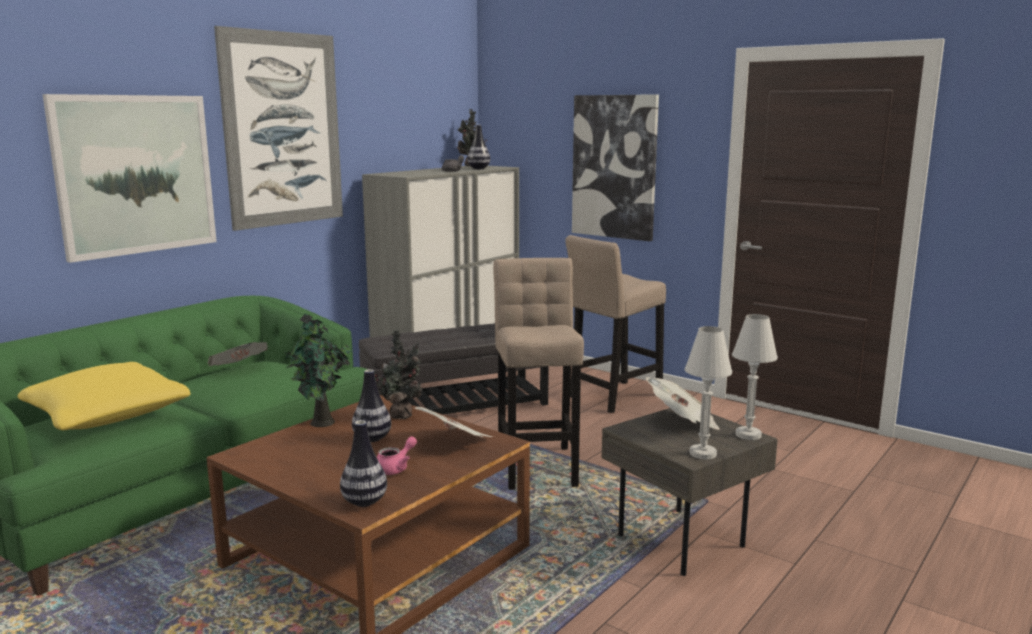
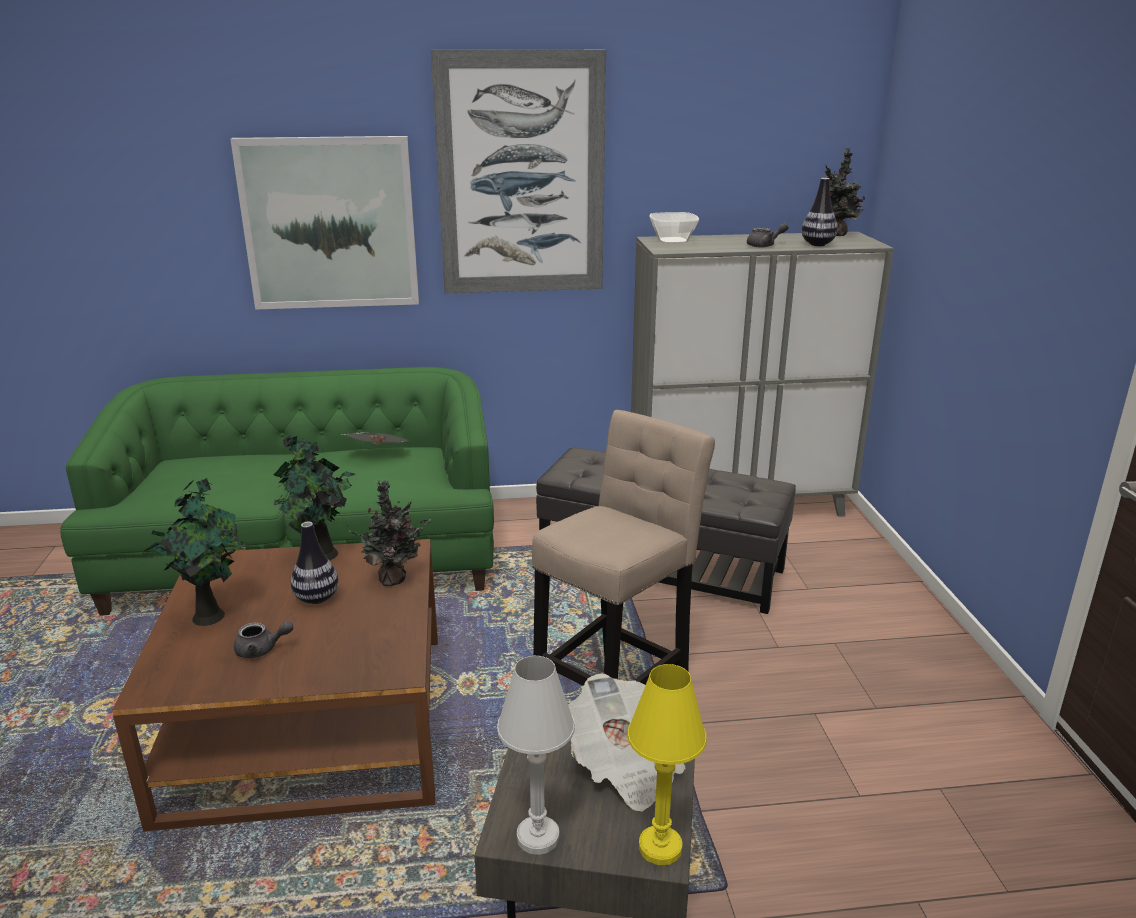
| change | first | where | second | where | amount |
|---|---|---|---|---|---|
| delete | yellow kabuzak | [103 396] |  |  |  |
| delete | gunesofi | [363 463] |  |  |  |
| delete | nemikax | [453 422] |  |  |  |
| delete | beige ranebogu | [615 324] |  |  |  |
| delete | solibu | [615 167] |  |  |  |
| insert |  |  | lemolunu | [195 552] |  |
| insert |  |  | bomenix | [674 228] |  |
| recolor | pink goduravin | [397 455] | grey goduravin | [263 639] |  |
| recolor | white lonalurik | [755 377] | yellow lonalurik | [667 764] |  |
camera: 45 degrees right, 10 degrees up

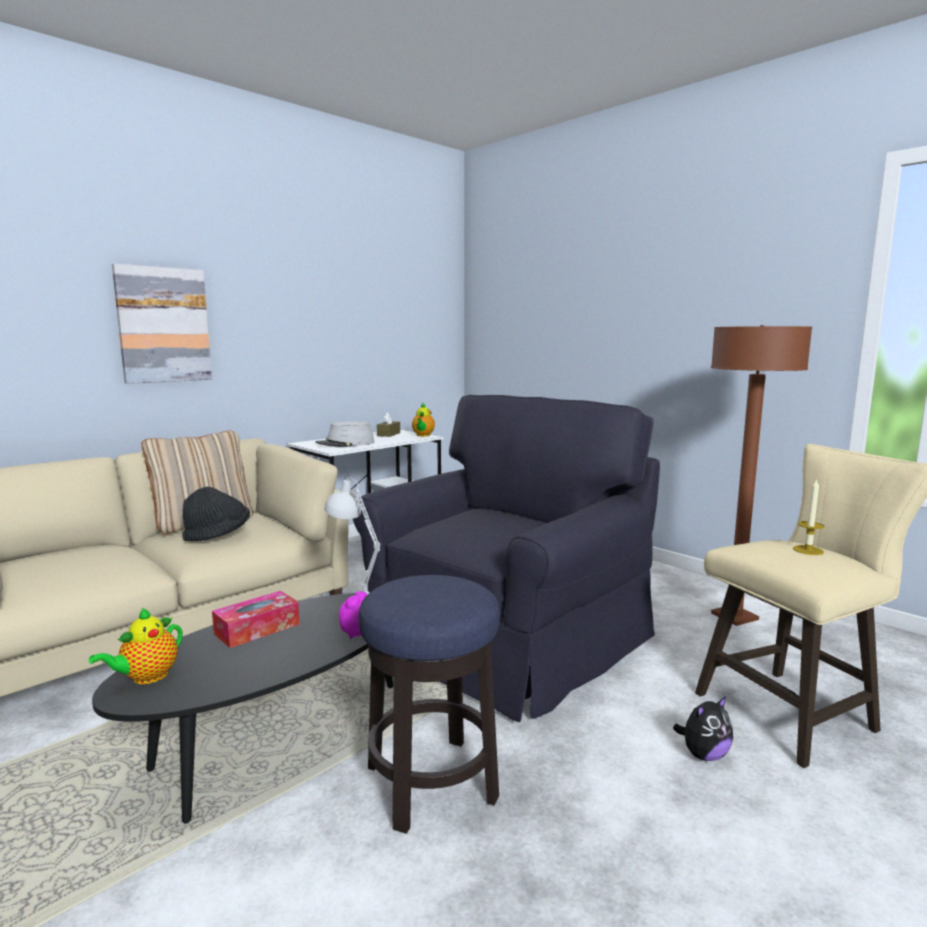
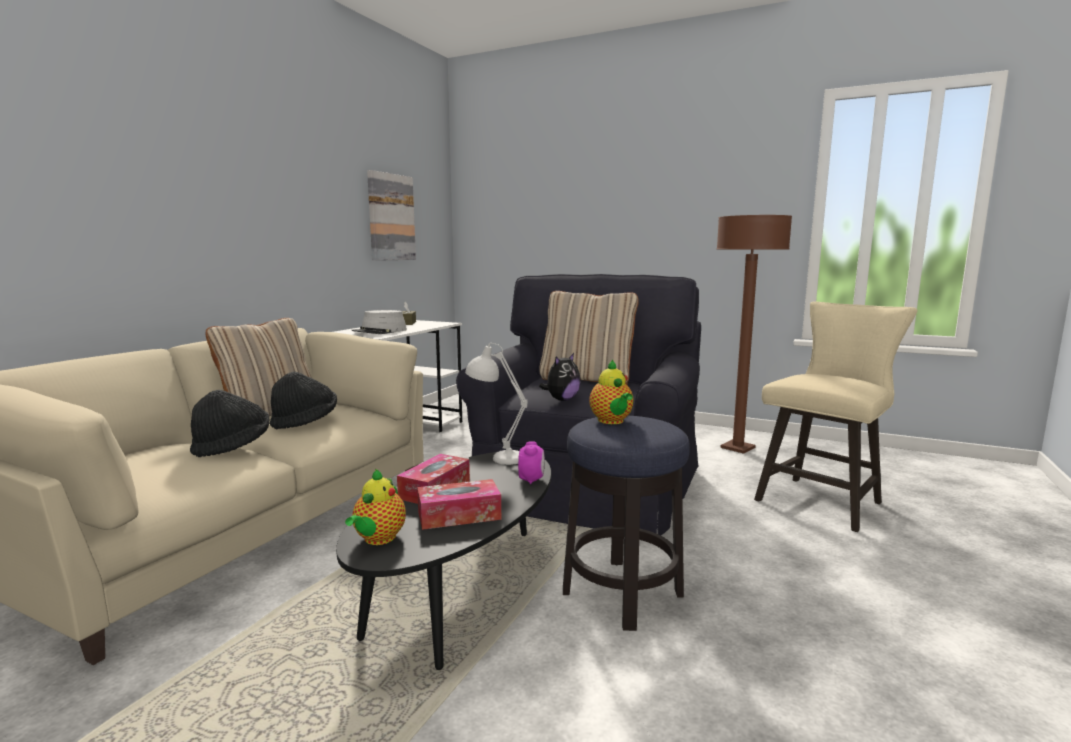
| change | first | where | second | where | amount |
|---|---|---|---|---|---|
| delete | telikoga | [808 516] |  |  |  |
| insert |  |  | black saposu | [230 423] |  |
| insert |  |  | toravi | [459 504] |  |
| insert |  |  | beige kabuzak | [589 338] |  |
| move | solibu | [162 324] |  | [391 215] |  |
| move | goduravin | [423 419] |  | [611 392] |  |
| move | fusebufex | [703 728] |  | [560 377] |  |
camera: 20 degrees left, 0 degrees up

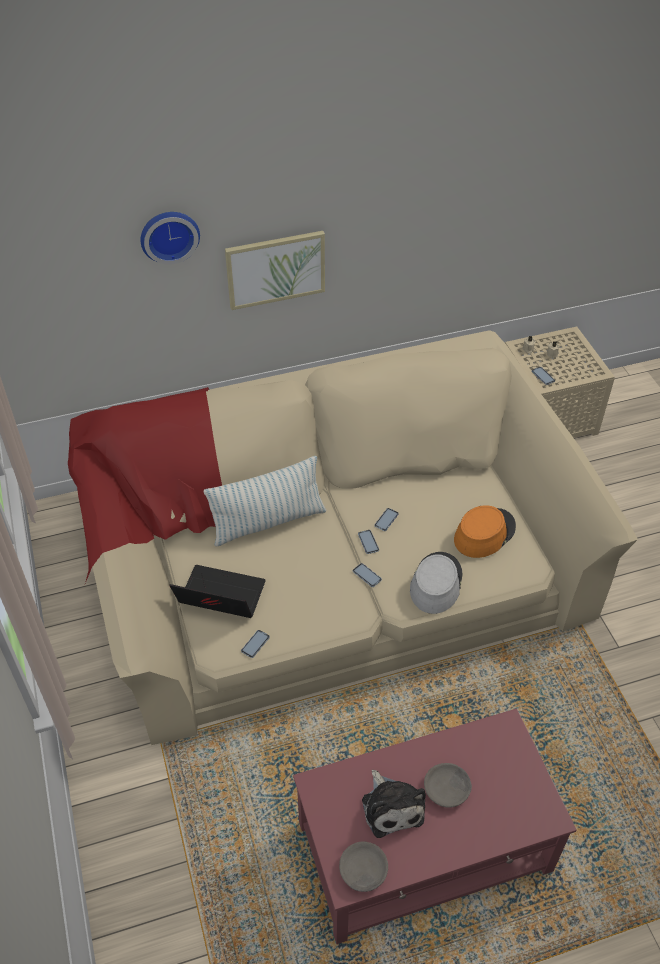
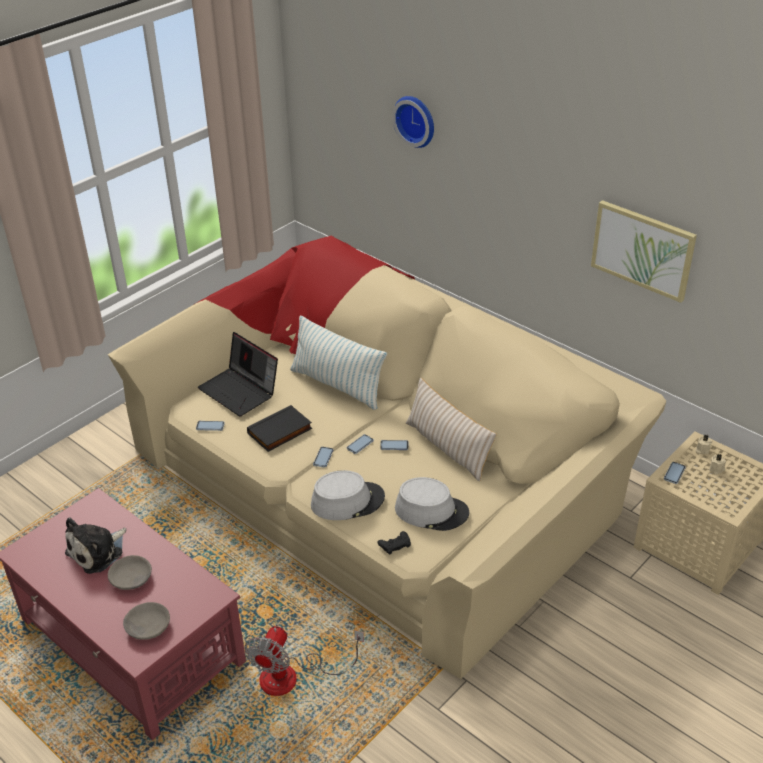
| change | first | where | second | where | amount |
|---|---|---|---|---|---|
| insert |  |  | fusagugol | [304 661] |  |
| insert |  |  | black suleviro | [279 428] |  |
| insert |  |  | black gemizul | [394 543] |  |
| insert |  |  | beige kabuzak | [451 429] |  |
| move | solibu | [275 270] |  | [644 251] |  |
| move | grey bomenix | [363 866] |  | [146 621] |  |
| recolor | orange saposu | [485 531] | grey saposu | [432 504] |  |
| rotate | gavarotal | [217 591] |  | [238 374] | 150 degrees clockwise |
camera: 60 degrees right, 10 degrees down

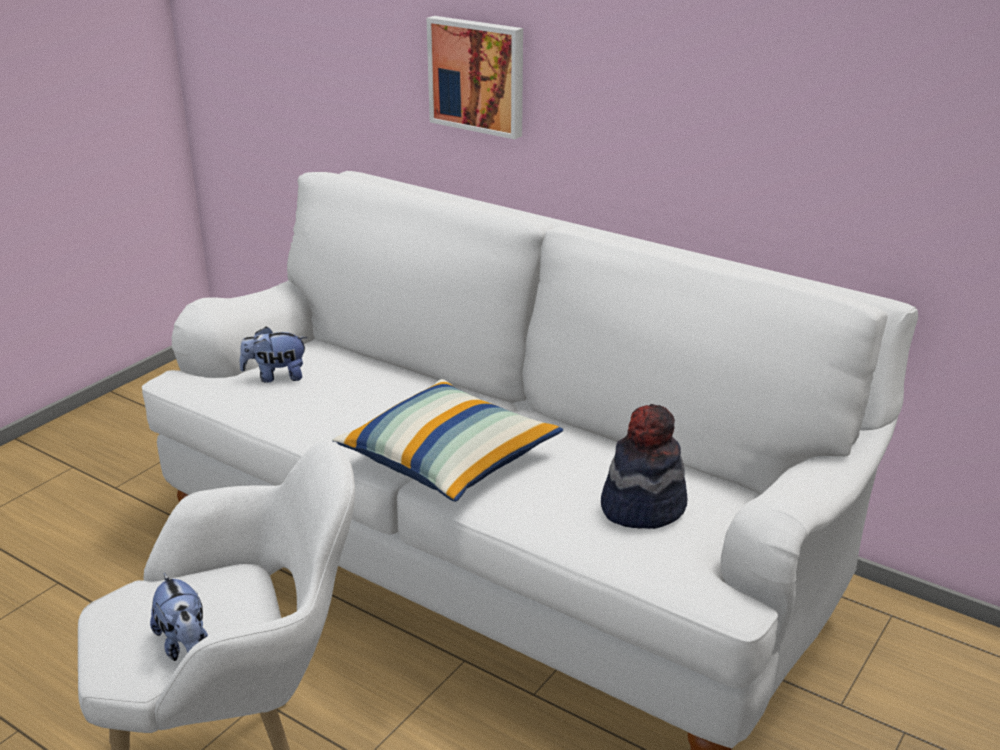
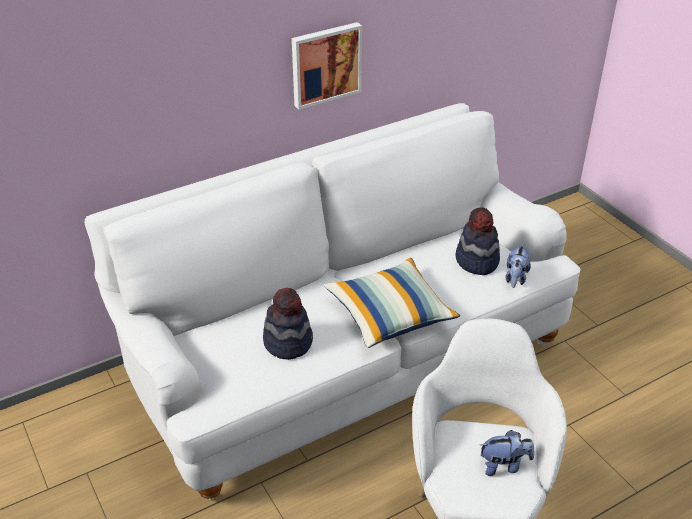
| change | first | where | second | where | amount |
|---|---|---|---|---|---|
| insert |  |  | saposu | [288 324] |  |
| move | fusebufex | [274 354] |  | [518 266] |  |
| move | solibu | [474 77] |  | [327 66] |  |
camera: 65 degrees left, 10 degrees up

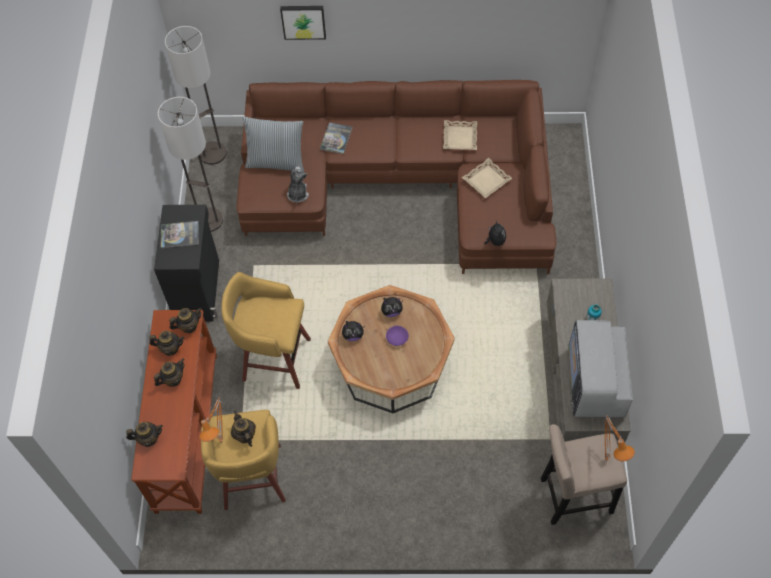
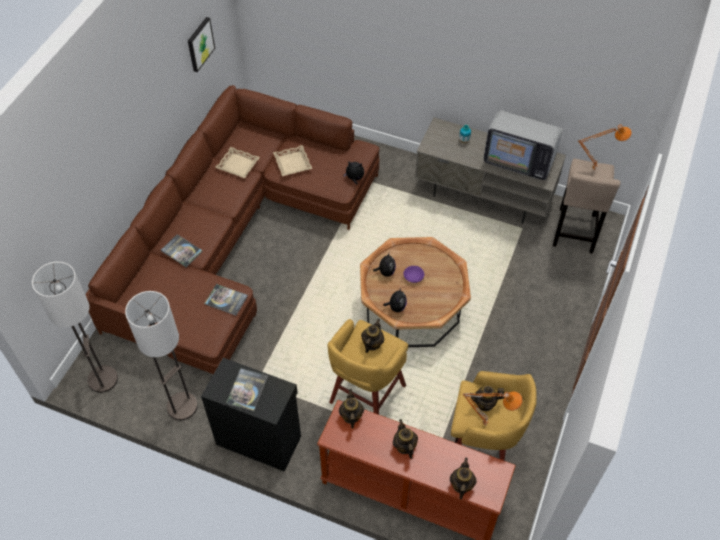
| change | first | where | second | where | amount |
|---|---|---|---|---|---|
| delete | kabuzak | [273 144] |  |  |  |
| move | goduravin | [166 343] |  | [372 336] |  |
| move | solibu | [303 23] |  | [201 44] |  |
| replace | fusebufex | [298 185] | suleviro | [226 300] |  |
camera: 70 degrees left, 5 degrees down

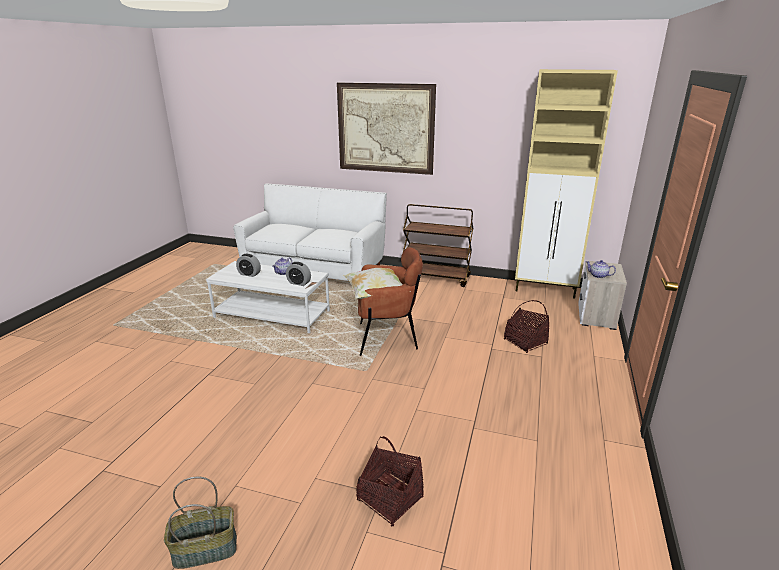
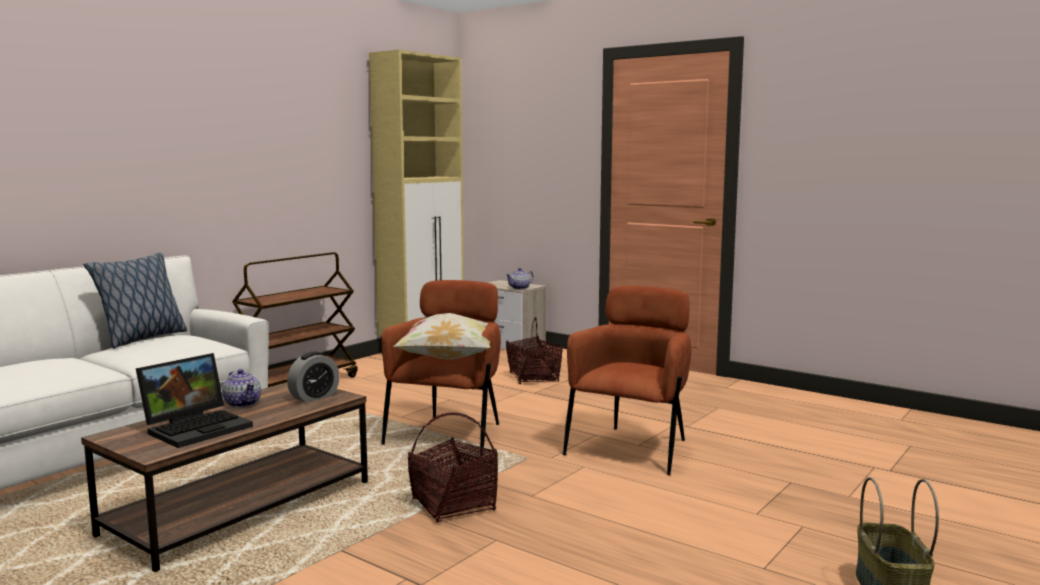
| change | first | where | second | where | amount |
|---|---|---|---|---|---|
| delete | solibu | [386 129] |  |  |  |
| insert |  |  | kabuzak | [135 300] |  |
| insert |  |  | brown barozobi | [627 380] |  |
| move | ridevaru | [390 481] |  | [453 467] |  |
| replace | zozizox | [248 265] | gavarotal | [194 400] |  |
| recolor | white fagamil | [268 297] | brown fagamil | [224 477] |  |
camera: 70 degrees left, 15 degrees down

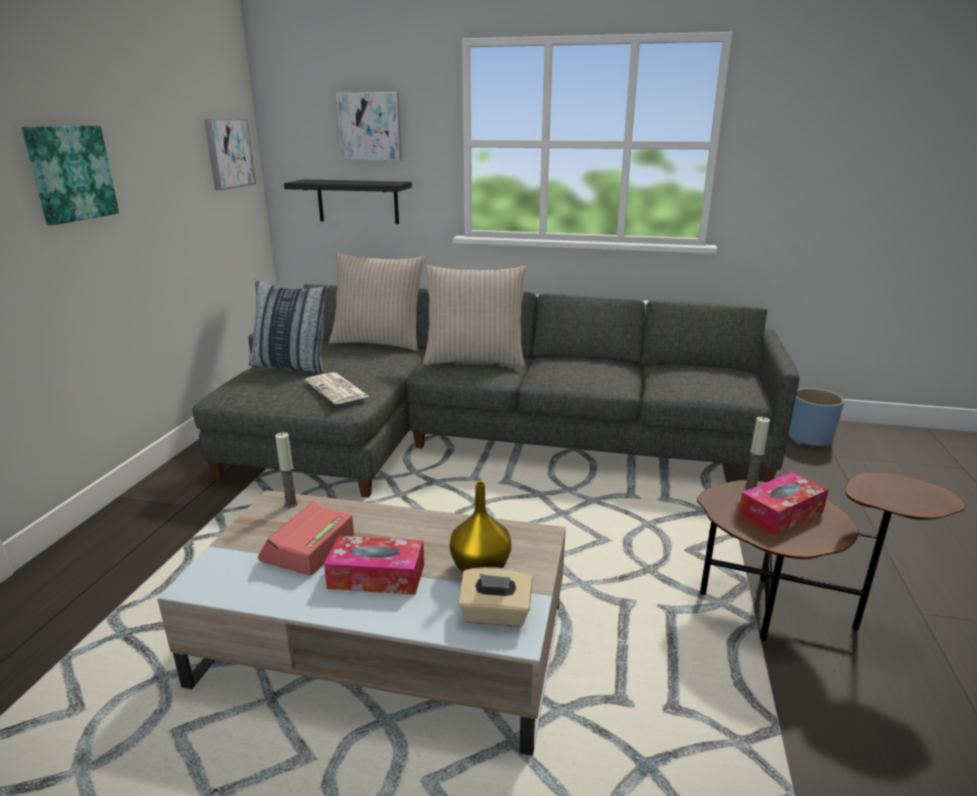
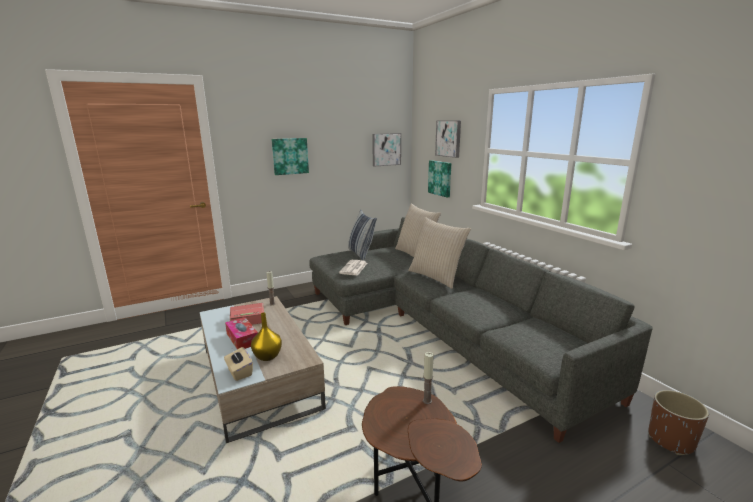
| change | first | where | second | where | amount |
|---|---|---|---|---|---|
| delete | toravi | [783 504] |  |  |  |
| replace | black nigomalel | [348 201] | solibu | [439 178] |  |
| recolor | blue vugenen | [816 417] | brown vugenen | [678 422] |  |
camera: 50 degrees right, 5 degrees down

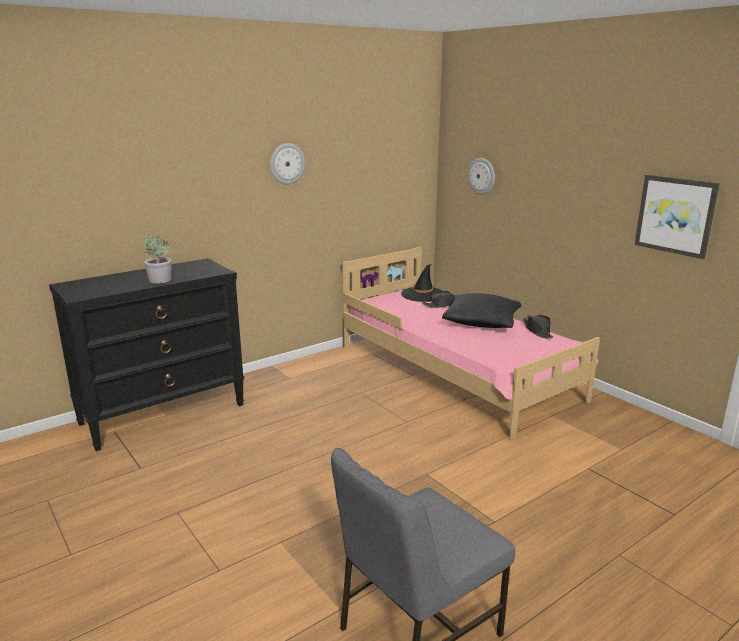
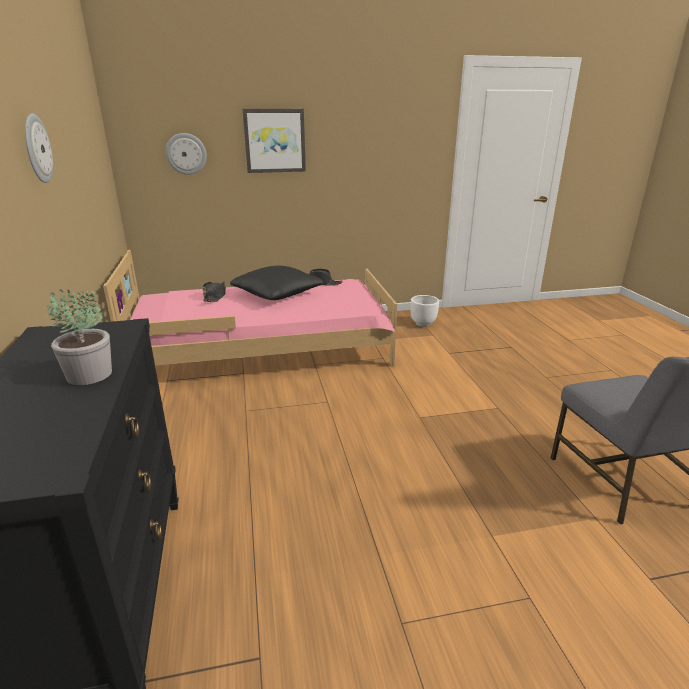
| change | first | where | second | where | amount |
|---|---|---|---|---|---|
| delete | black saposu | [421 283] |  |  |  |
| insert |  |  | white vugenen | [424 311] |  |
| move | solibu | [677 217] |  | [274 141] |  |
camera: 65 degrees left, 5 degrees up

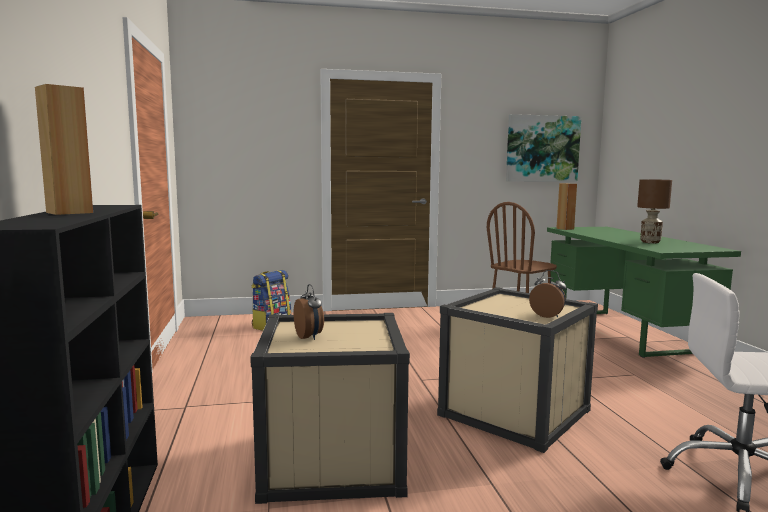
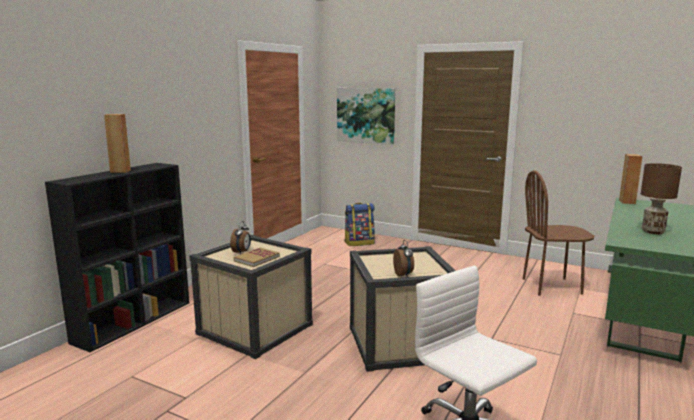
| change | first | where | second | where | amount |
|---|---|---|---|---|---|
| insert |  |  | suleviro | [257 257] |  |
| move | solibu | [544 148] |  | [366 116] |  |
camera: 40 degrees right, 5 degrees up

